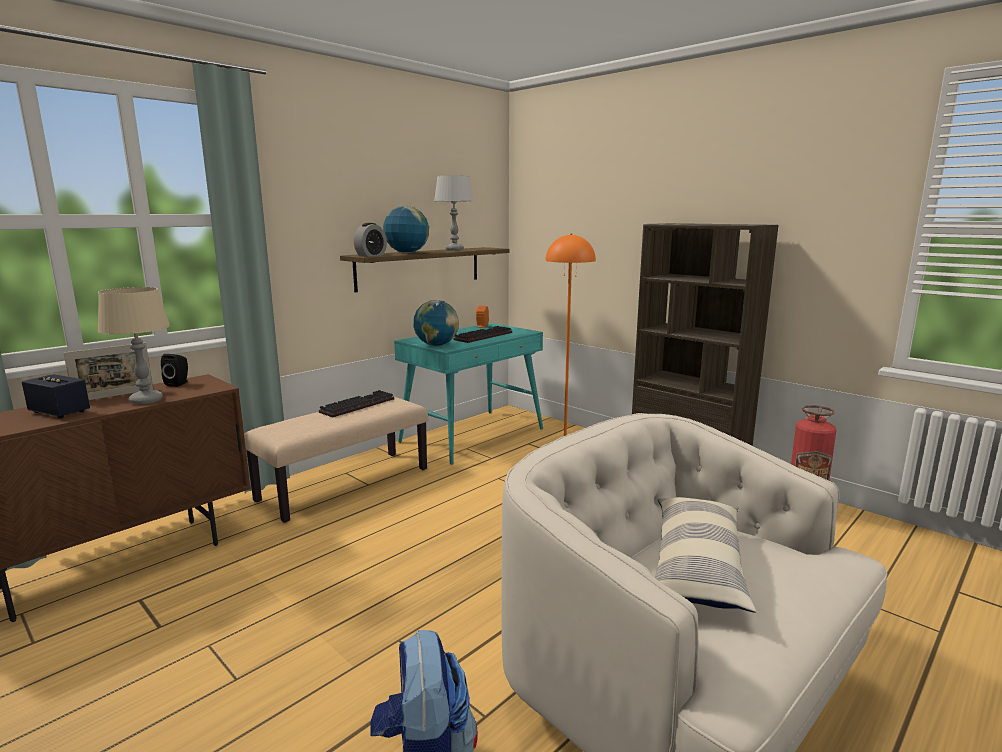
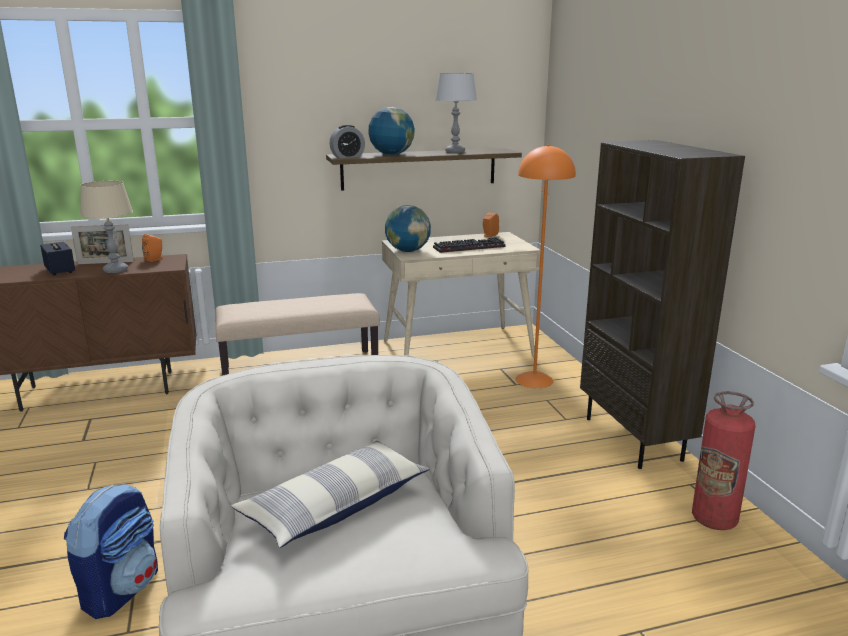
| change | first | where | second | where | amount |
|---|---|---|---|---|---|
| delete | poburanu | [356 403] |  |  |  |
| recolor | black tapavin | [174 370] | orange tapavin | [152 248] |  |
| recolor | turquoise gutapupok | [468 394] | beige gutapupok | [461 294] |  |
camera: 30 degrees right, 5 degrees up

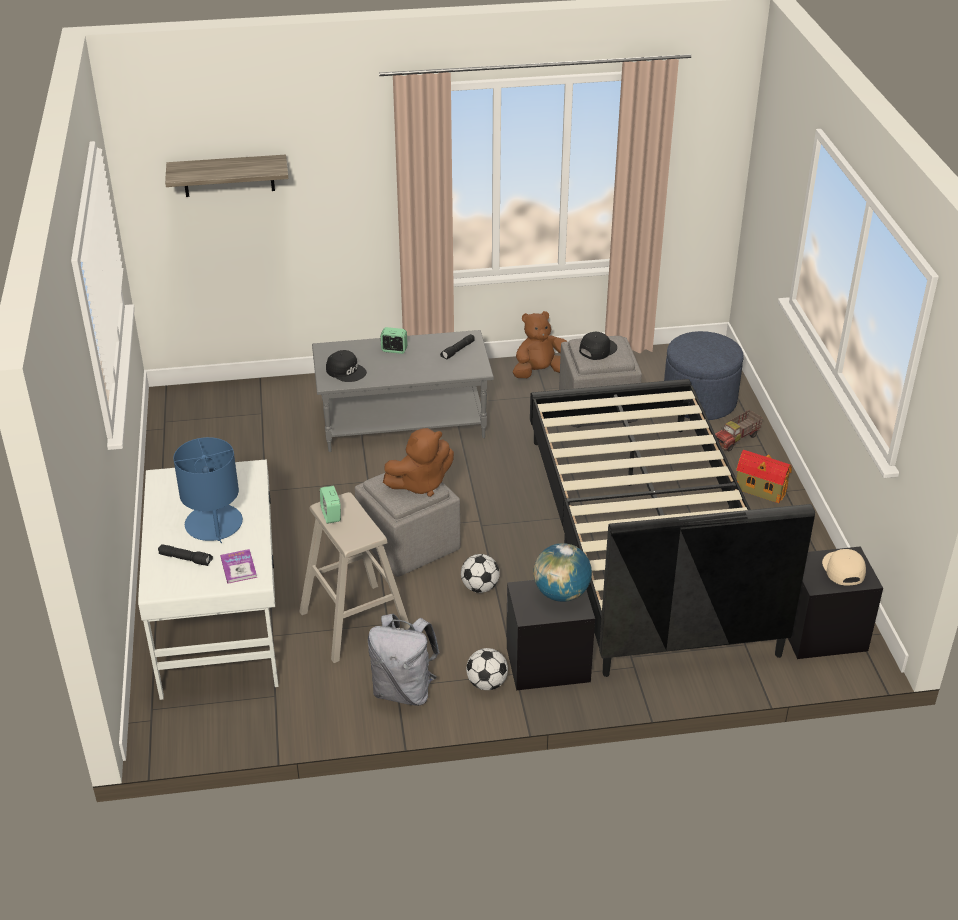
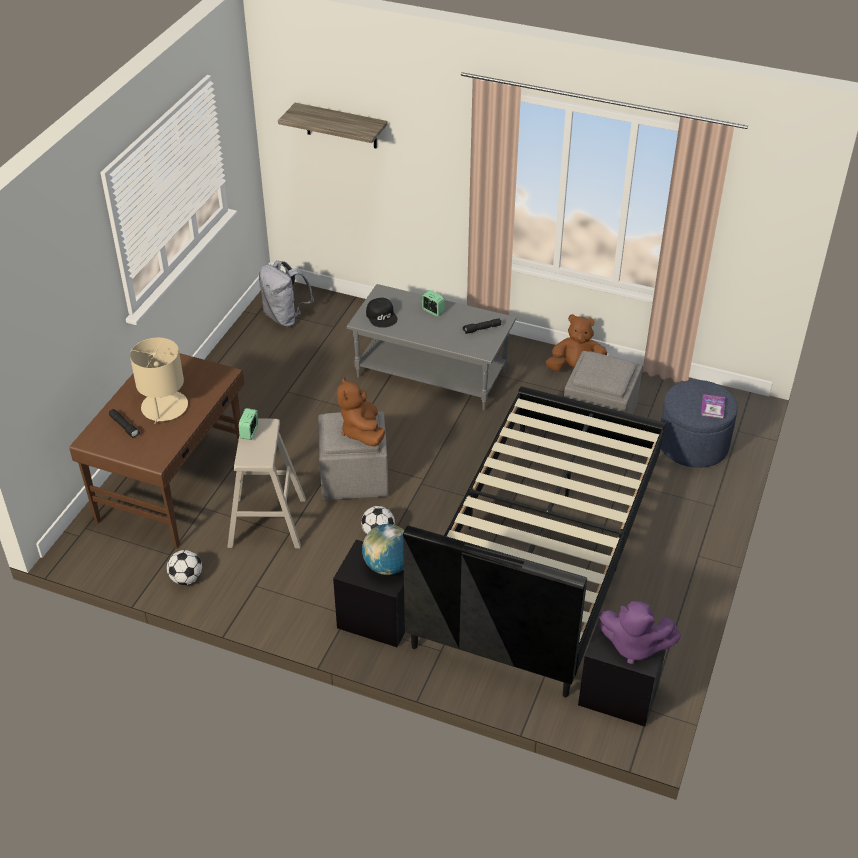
| change | first | where | second | where | amount |
|---|---|---|---|---|---|
| delete | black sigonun | [598 346] |  |  |  |
| delete | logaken | [739 431] |  |  |  |
| delete | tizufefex | [764 476] |  |  |  |
| move | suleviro | [238 566] |  | [713 406] |  |
| move | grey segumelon | [404 660] |  | [286 294] |  |
| move | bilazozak | [487 669] |  | [184 567] |  |
| replace | beige sigonun | [844 567] | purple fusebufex | [640 632] |  |
| recolor | white gutapupok | [208 579] | brown gutapupok | [157 451] |  |
| recolor | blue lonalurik | [208 490] | beige lonalurik | [159 381] |  |
| rotate | brown fusebufex | [418 462] |  | [361 412] | 75 degrees clockwise |
camera: 30 degrees right, 5 degrees up

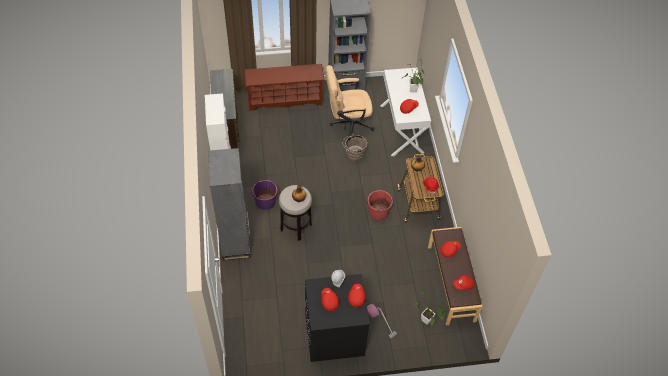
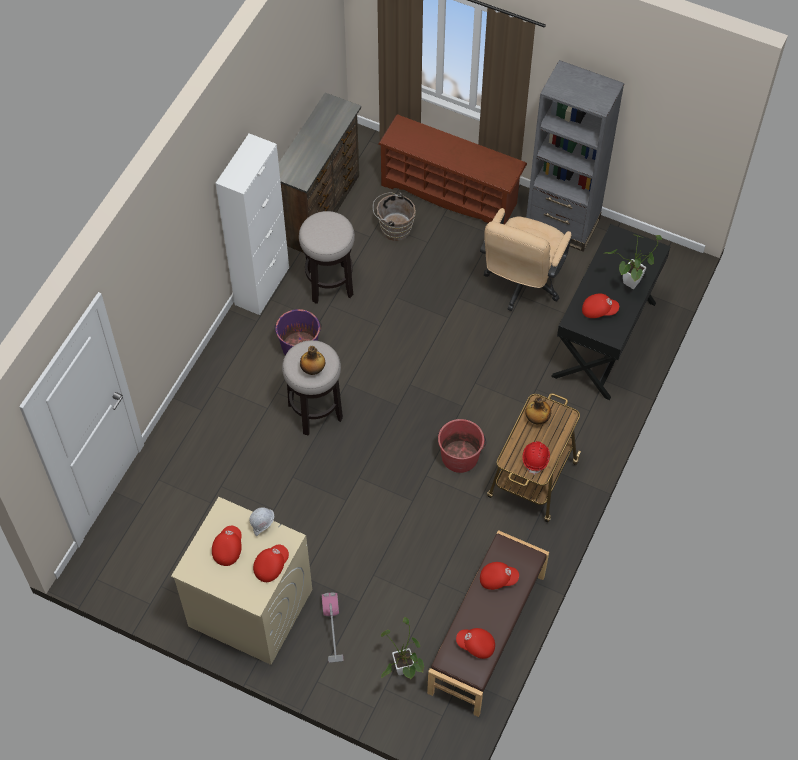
| change | first | where | second | where | amount |
|---|---|---|---|---|---|
| delete | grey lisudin | [229 204] |  |  |  |
| insert |  |  | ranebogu | [327 257] |  |
| move | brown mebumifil | [355 147] |  | [394 216] |  |
| recolor | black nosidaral | [337 318] | beige nosidaral | [241 581] |  |
| recolor | white gutapupok | [406 112] | black gutapupok | [611 312] |  |
| rotate | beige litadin | [350 101] |  | [525 259] | 90 degrees counterclockwise |
camera: 35 degrees right, 5 degrees up

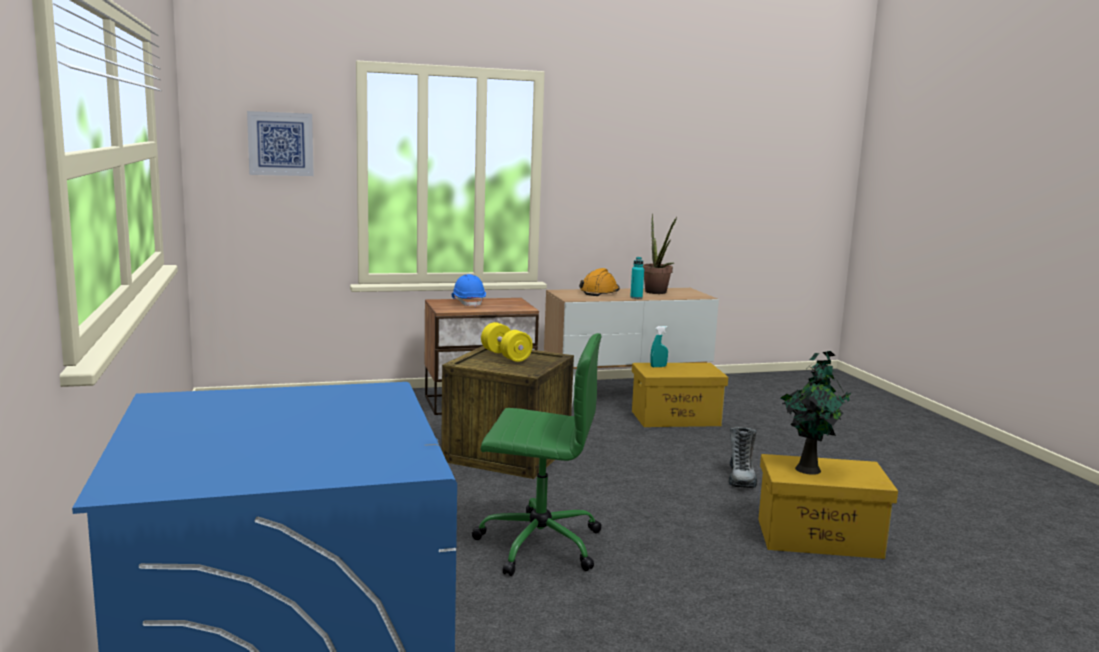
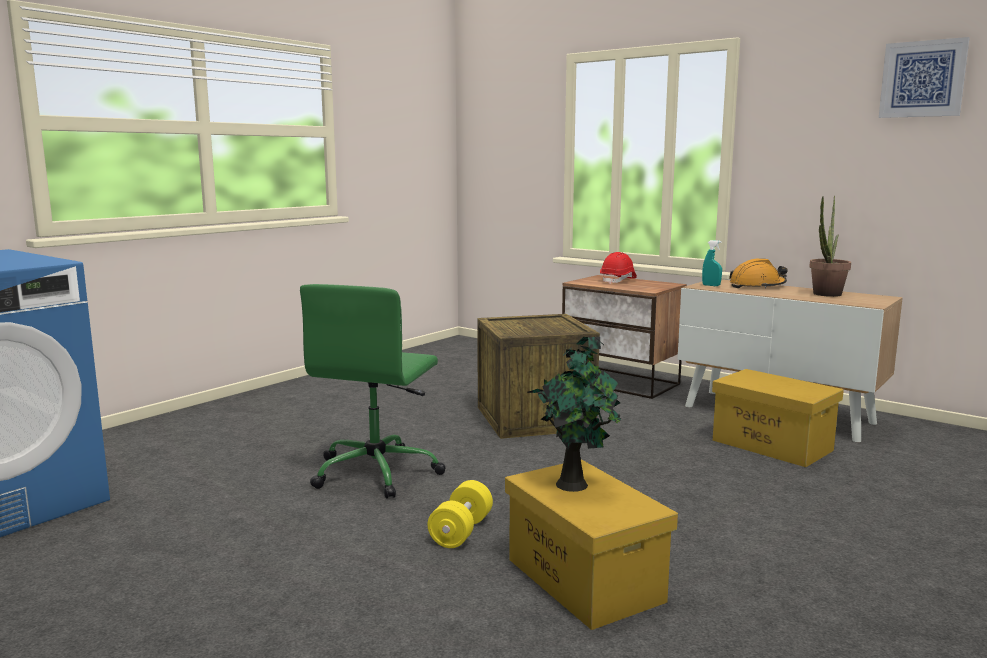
| change | first | where | second | where | amount |
|---|---|---|---|---|---|
| delete | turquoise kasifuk | [637 278] |  |  |  |
| delete | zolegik | [743 457] |  |  |  |
| move | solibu | [280 143] |  | [924 77] |  |
| move | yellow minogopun | [507 342] |  | [460 514] |  |
| move | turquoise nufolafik | [659 346] |  | [712 263] |  |
| recolor | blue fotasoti | [469 290] | red fotasoti | [618 268] |  |
| rotate | green litadin | [537 454] |  | [373 391] | 45 degrees clockwise |
camera: 55 degrees right, 0 degrees up

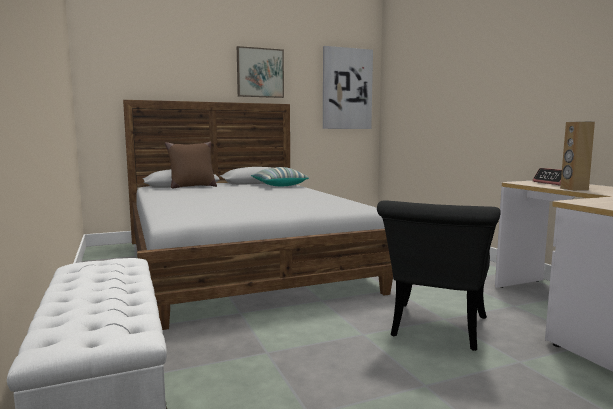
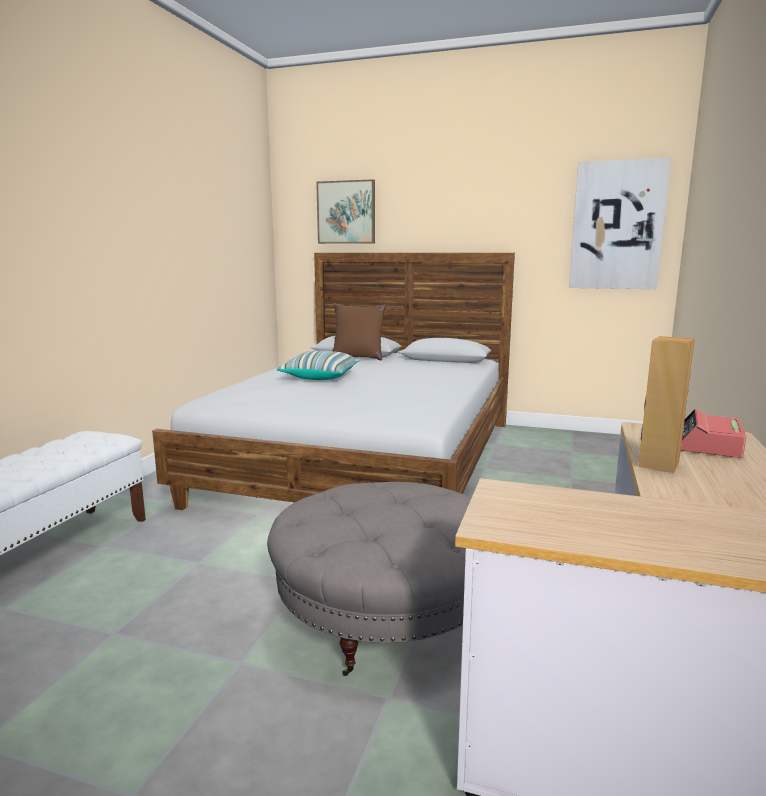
| change | first | where | second | where | amount |
|---|---|---|---|---|---|
| move | solibu | [260 72] |  | [345 211] |  |
| move | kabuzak | [280 176] |  | [318 365] |  |
| replace | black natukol | [438 275] | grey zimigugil | [369 579] |  |
camera: 40 degrees right, 5 degrees up

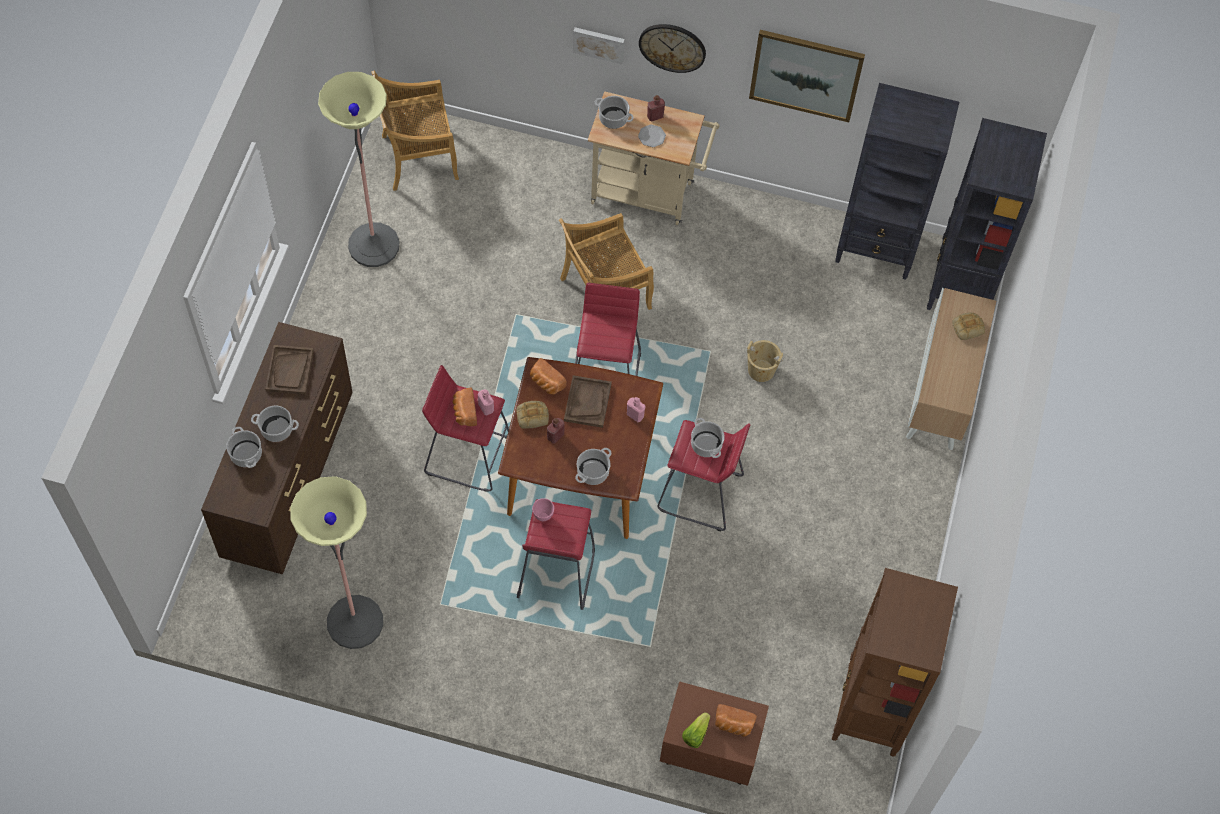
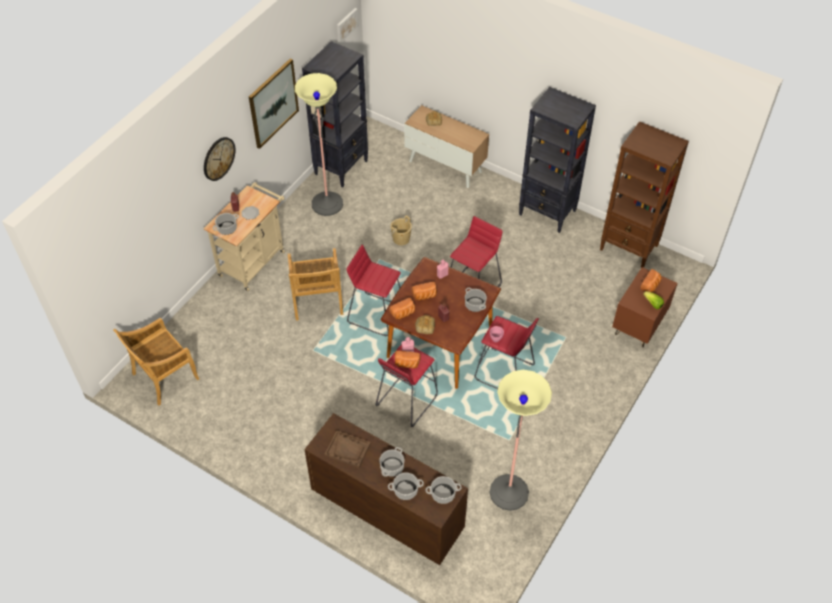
| change | first | where | second | where | amount |
|---|---|---|---|---|---|
| move | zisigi | [358 169] |  | [319 144] |  |
| move | solibu | [599 45] |  | [347 25] |  |
| move | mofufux | [708 438] |  | [443 490] |  |
| move | black lisudin | [987 214] |  | [557 160] |  |
| replace | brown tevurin | [588 401] | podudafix | [424 291] |  |
| rotate | beige natukol | [415 131] |  | [156 362] | 45 degrees clockwise |
camera: 70 degrees left, 10 degrees down

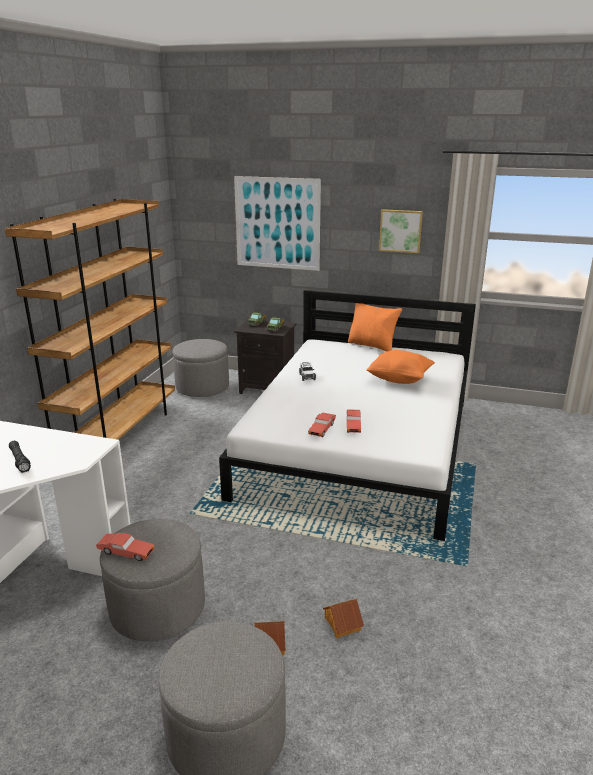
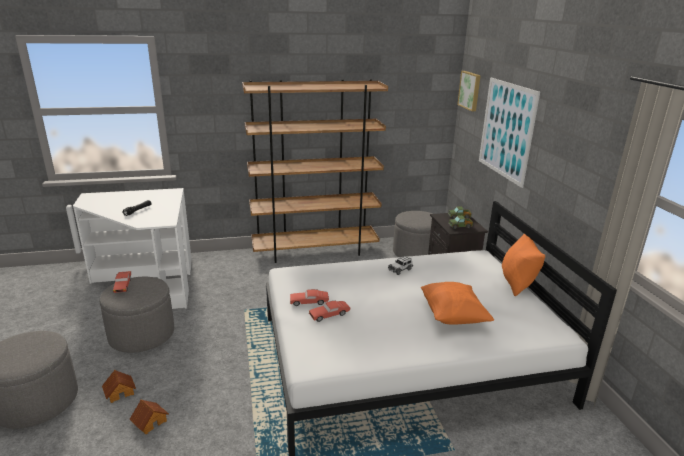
| change | first | where | second | where | amount |
|---|---|---|---|---|---|
| move | solibu | [401 231] |  | [469 91] |  |
camera: 60 degrees right, 0 degrees up

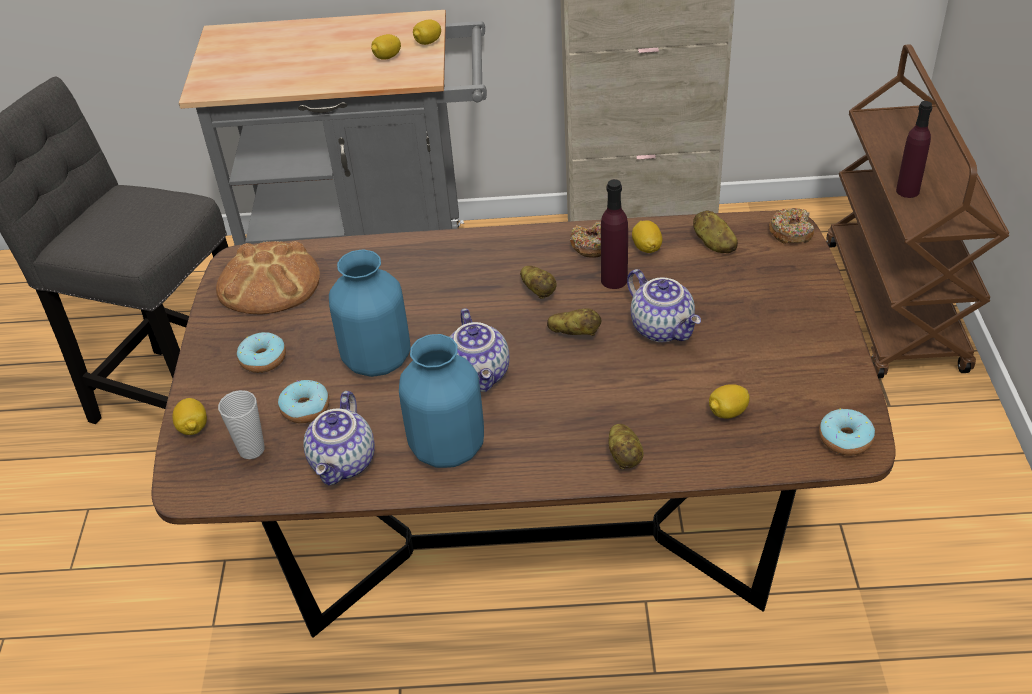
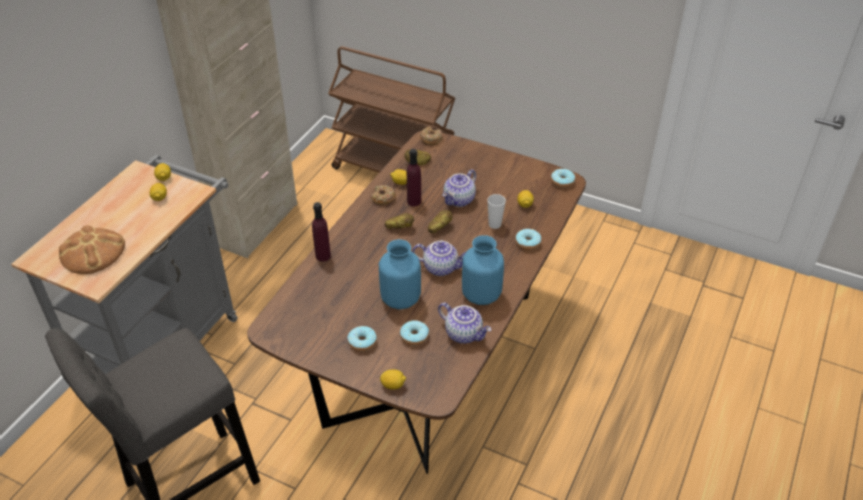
| change | first | where | second | where | amount |
|---|---|---|---|---|---|
| move | podudafix | [268 278] |  | [92 249] |  |
| move | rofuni | [241 424] |  | [496 211] |  |
| move | purple kasifuk | [914 149] |  | [321 232] |  |
| replace | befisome | [626 446] | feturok | [528 239] |  |
| rotate | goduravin | [664 305] |  | [459 188] | 135 degrees clockwise |
camera: 65 degrees left, 0 degrees up

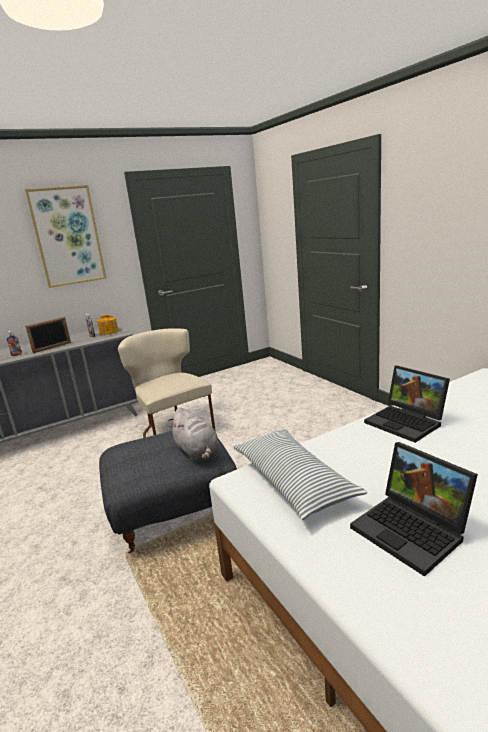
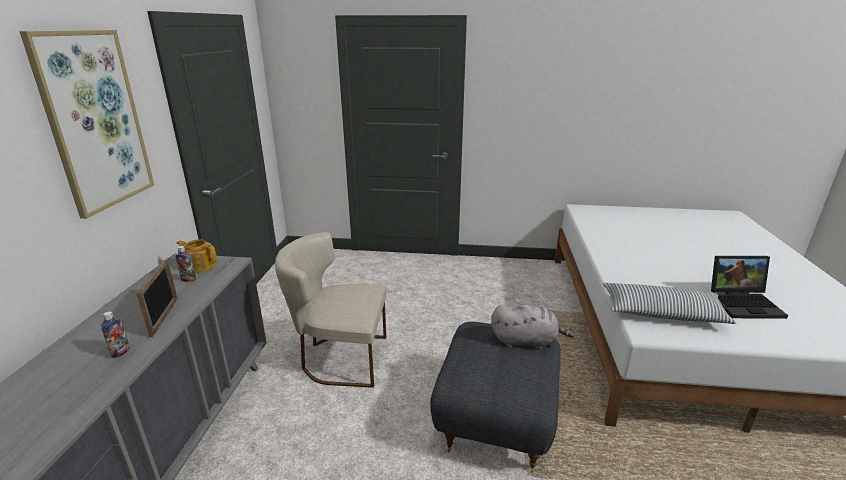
| change | first | where | second | where | amount |
|---|---|---|---|---|---|
| delete | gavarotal | [407 404] |  |  |  |
camera: 55 degrees left, 5 degrees up

